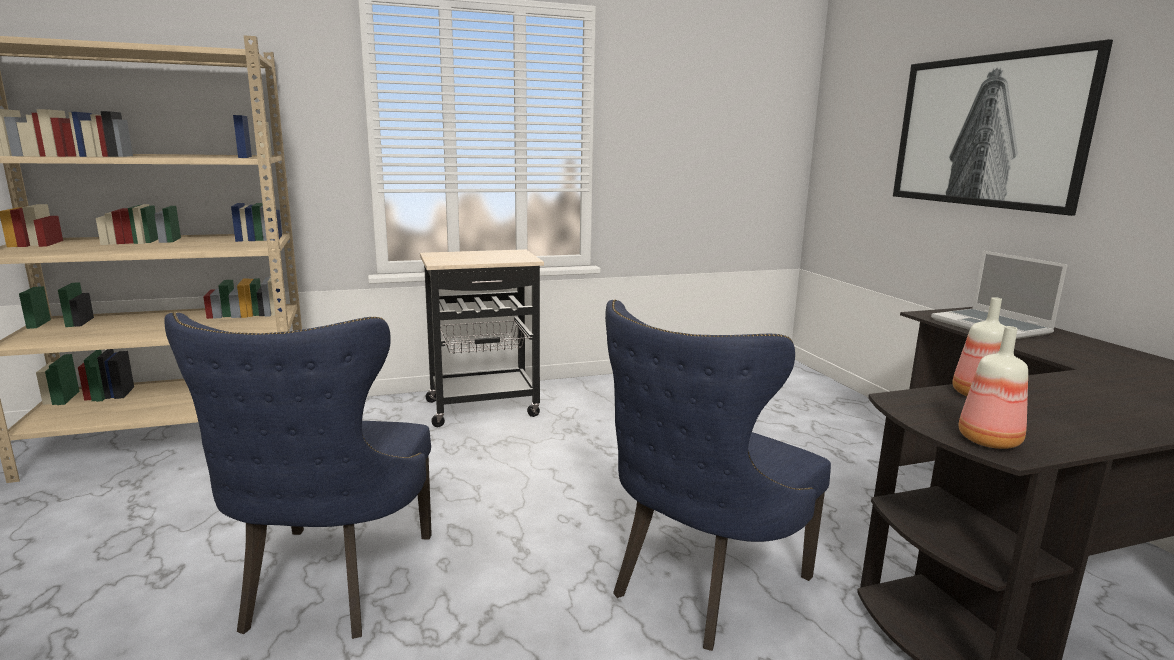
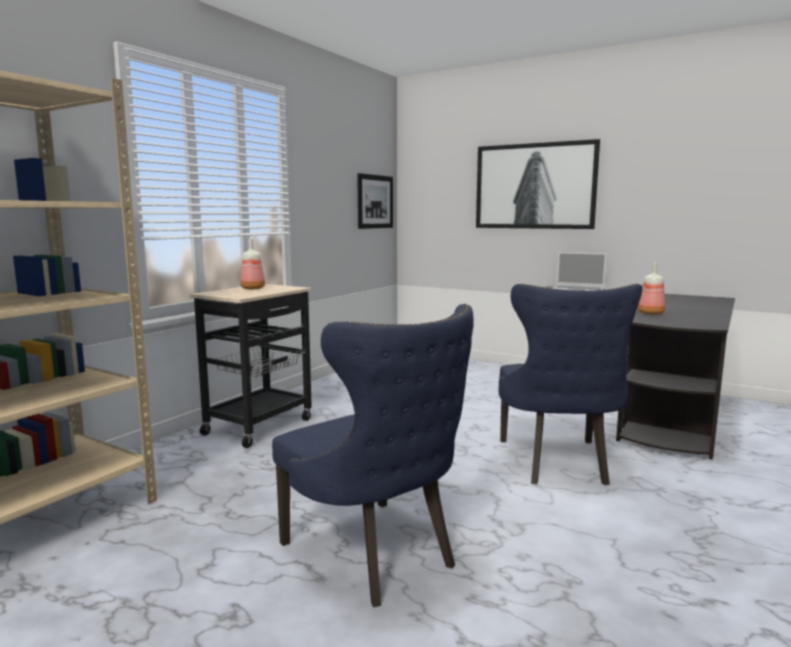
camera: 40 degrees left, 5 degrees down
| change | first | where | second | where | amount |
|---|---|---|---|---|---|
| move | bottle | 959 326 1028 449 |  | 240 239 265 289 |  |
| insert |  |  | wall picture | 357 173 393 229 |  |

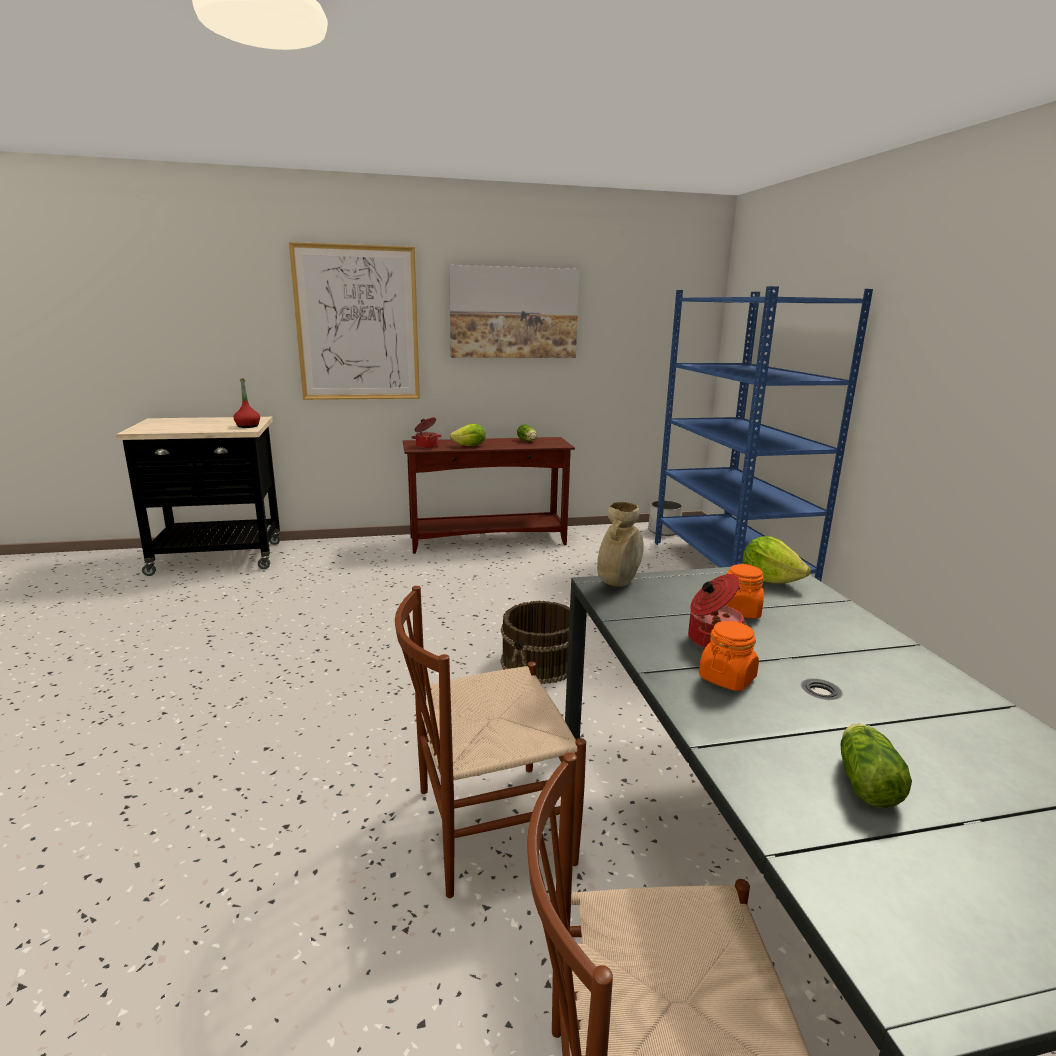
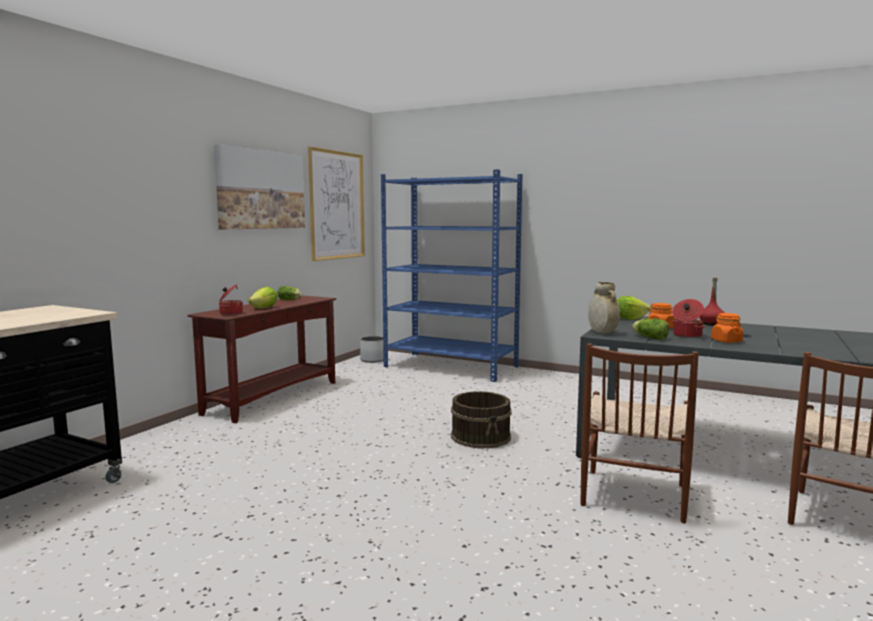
camera: 50 degrees left, 10 degrees down
| change | first | where | second | where | amount |
|---|---|---|---|---|---|
| move | wall picture | 289 242 420 400 |  | 308 147 365 261 |  |
| move | bottle (reddish) | 234 378 260 428 |  | 699 277 725 326 |  |
| move | lettuce | 841 724 912 808 |  | 632 318 669 340 |  |

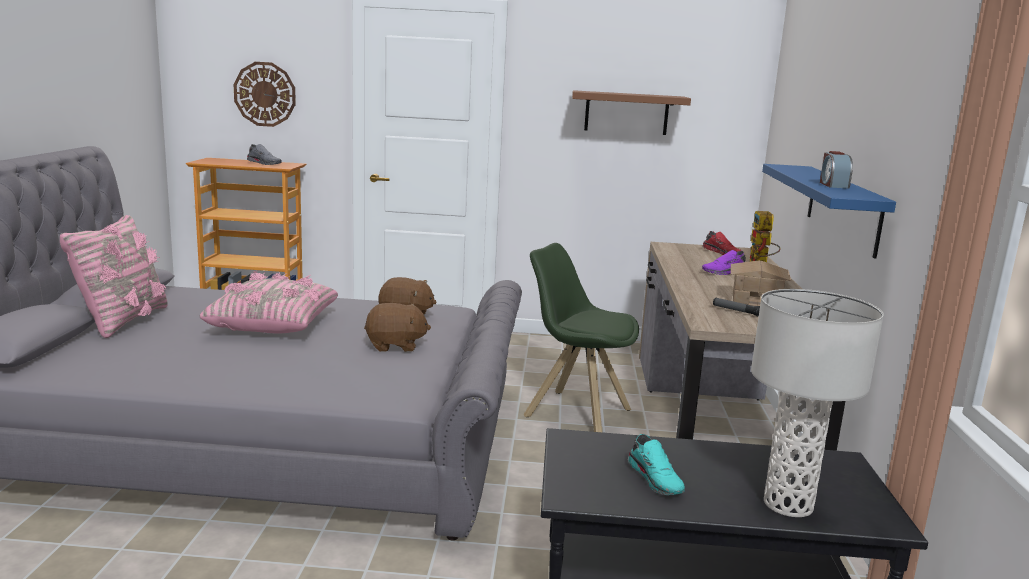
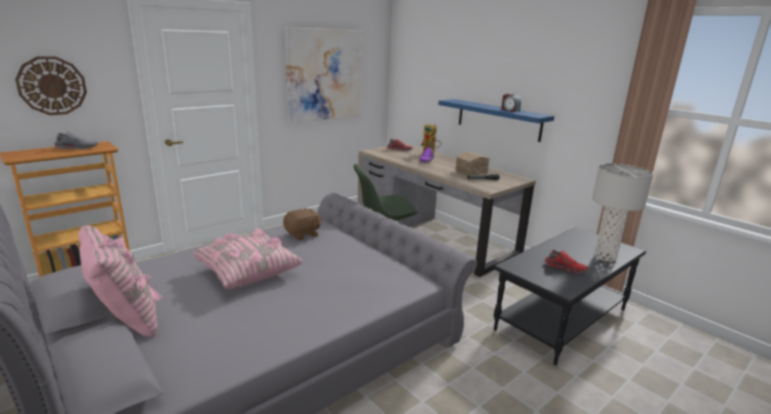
camera: 45 degrees left, 5 degrees up
| change | first | where | second | where | amount |
|---|---|---|---|---|---|
| replace | bracket shelf (brown-coloured) | 572 90 691 135 | wall picture | 285 27 362 124 |  |
| delete | plush toy (brown-coloured) | 364 303 431 352 |  |  |  |
| recolor | low shoe (turquoise-coloured) | 628 434 685 495 | low shoe (reddish) | 544 250 588 273 |  |

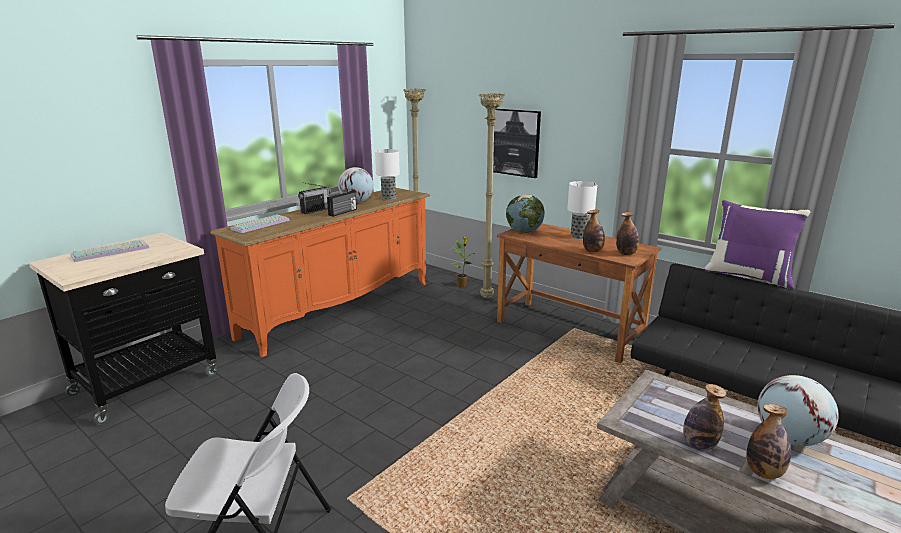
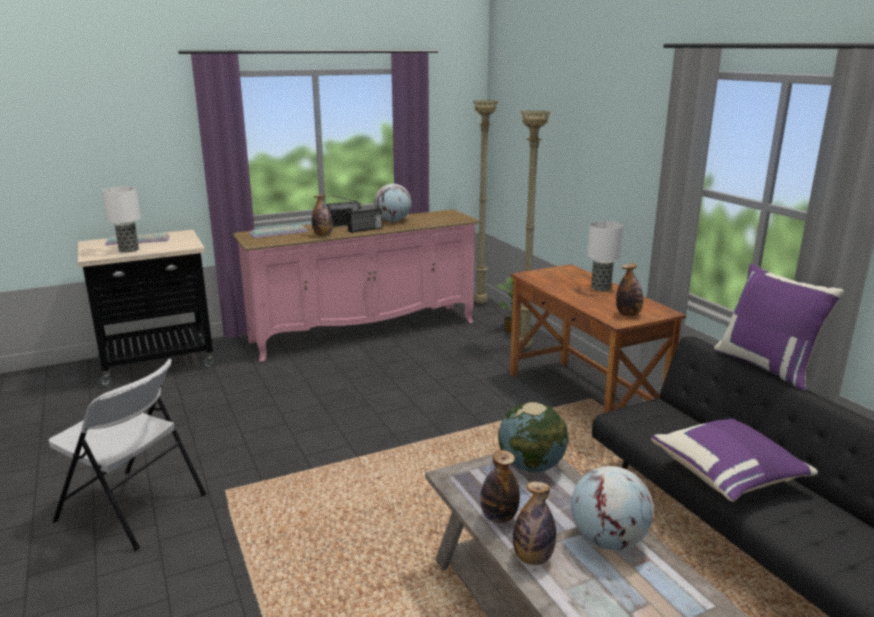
camera: 25 degrees right, 0 degrees up
| change | first | where | second | where | amount |
|---|---|---|---|---|---|
| delete | wall picture | 493 109 541 178 |  |  |  |
| move | tabletop lamp | 375 149 400 200 |  | 102 186 141 253 |  |
| recolor | cabinet (orangey) | 210 188 431 357 | cabinet (pinkish) | 233 209 481 361 |  |
| move | world globe | 506 194 545 233 |  | 498 402 568 473 |  |
| move | bottle | 583 210 605 252 |  | 312 195 333 236 |  |
| insert |  |  | pillow (purplish) | 651 418 818 502 |  |

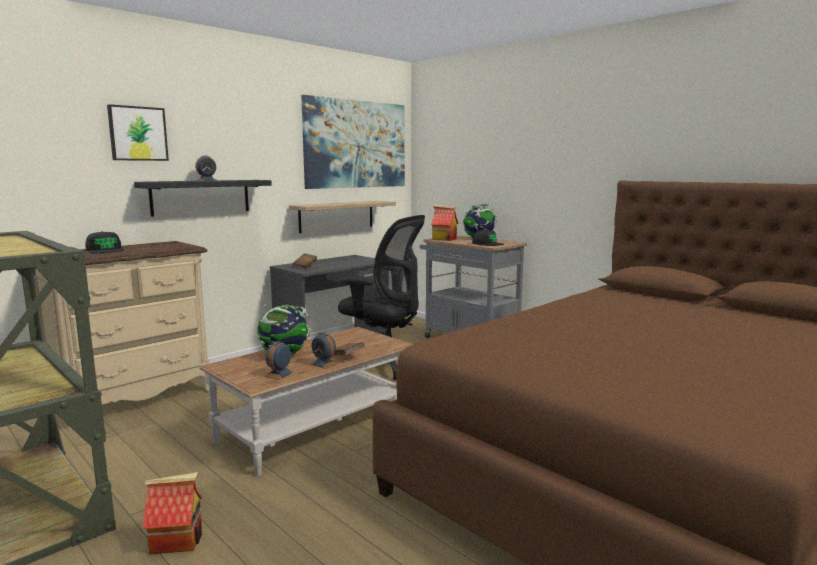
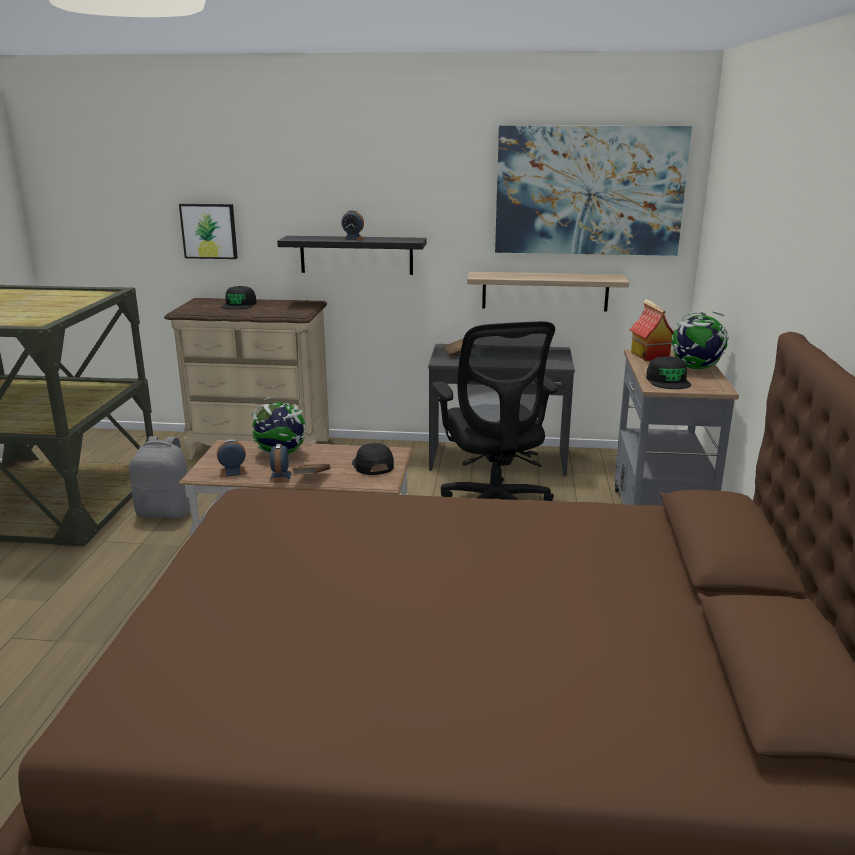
camera: 50 degrees right, 10 degrees up
| change | first | where | second | where | amount |
|---|---|---|---|---|---|
| move | wall picture | 107 104 169 161 |  | 179 204 238 259 |  |
| delete | miniature house | 142 472 202 554 |  |  |  |
| insert |  |  | rucksack (greyish) | 129 436 191 518 |  |
| insert |  |  | baseball cap (blackish) | 352 443 394 475 |  |

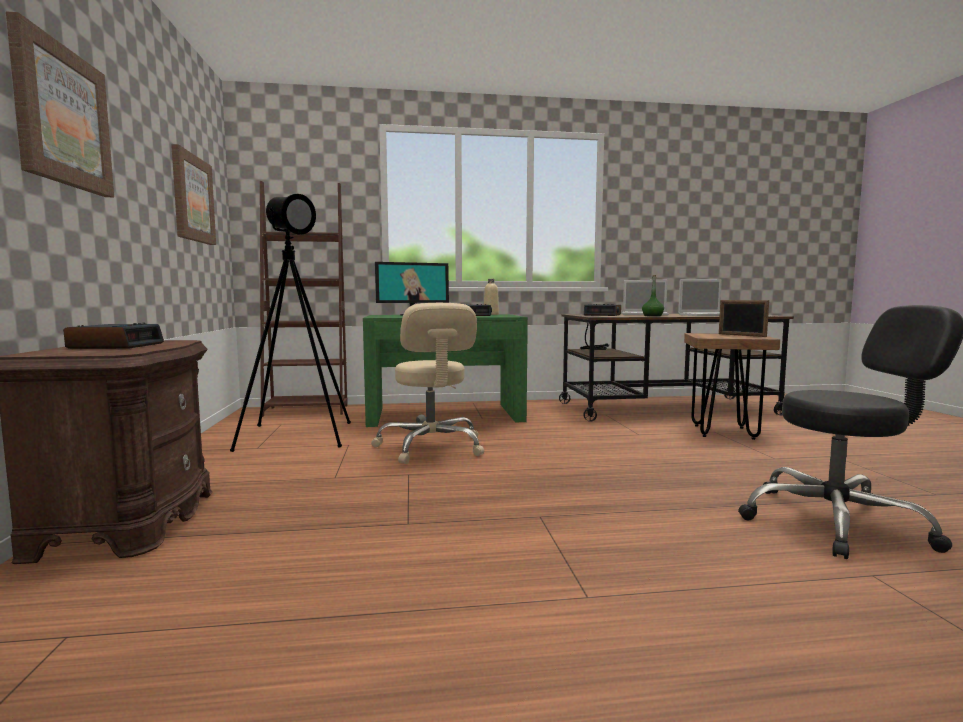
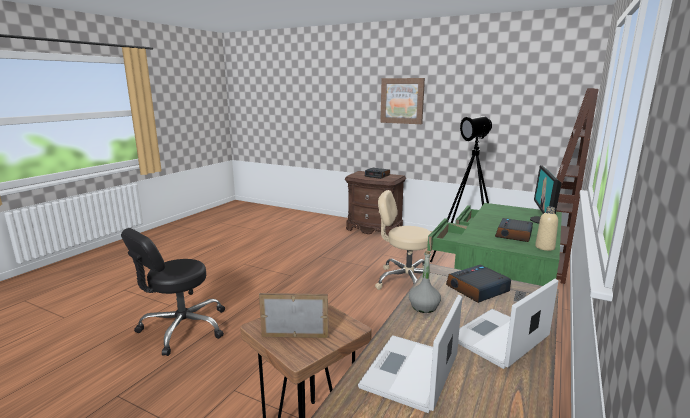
camera: 125 degrees right, 10 degrees up
| change | first | where | second | where | amount |
|---|---|---|---|---|---|
| delete | wall picture | 171 144 216 245 |  |  |  |
| recolor | bottle (greenish) | 642 275 664 316 | bottle (greyish) | 409 251 441 313 |  |

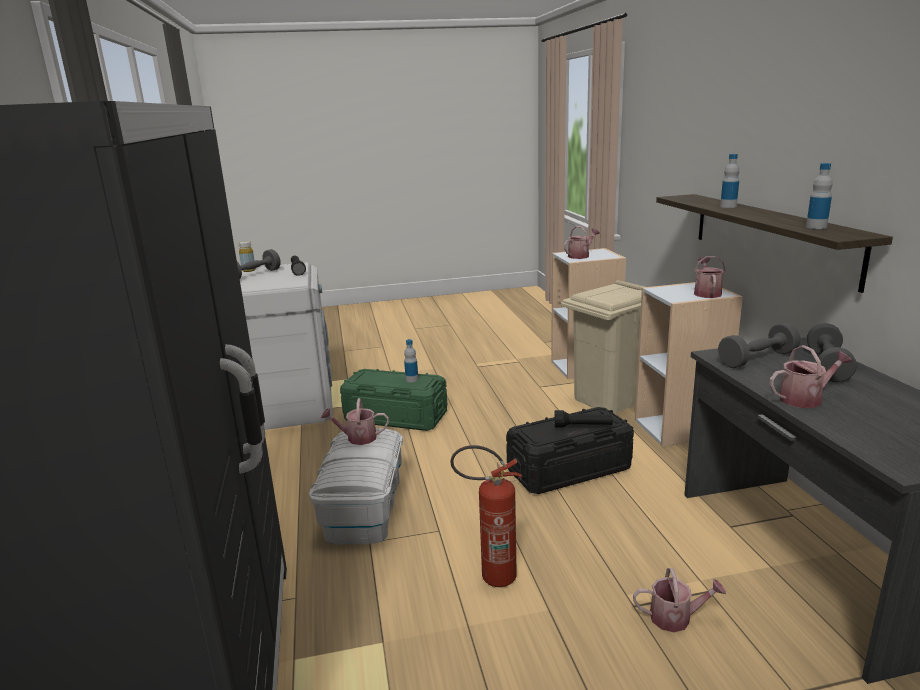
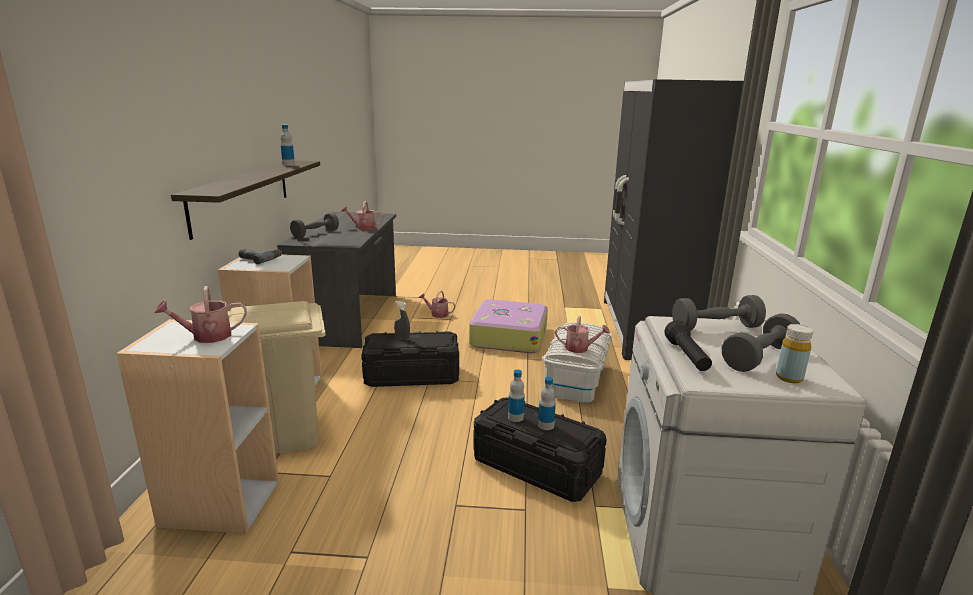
camera: 165 degrees left, 0 degrees up
| change | first | where | second | where | amount |
|---|---|---|---|---|---|
| move | bottle | 720 154 739 208 |  | 538 377 556 430 |  |
| replace | sprinkling can | 694 256 726 298 | power drill | 239 249 282 264 |  |
| move | hand weight (greyish) | 718 323 800 368 |  | 672 295 766 331 |  |
| recolor | storage container (greenish) | 340 369 447 431 | storage container (blackish) | 473 397 607 502 |  |
| replace | flashlight (blackish) | 554 410 613 428 | hand sprayer (greyish) | 394 301 410 340 |  |
| replace | fire extinguisher | 450 445 522 587 | piece of luggage | 469 299 548 353 |  |

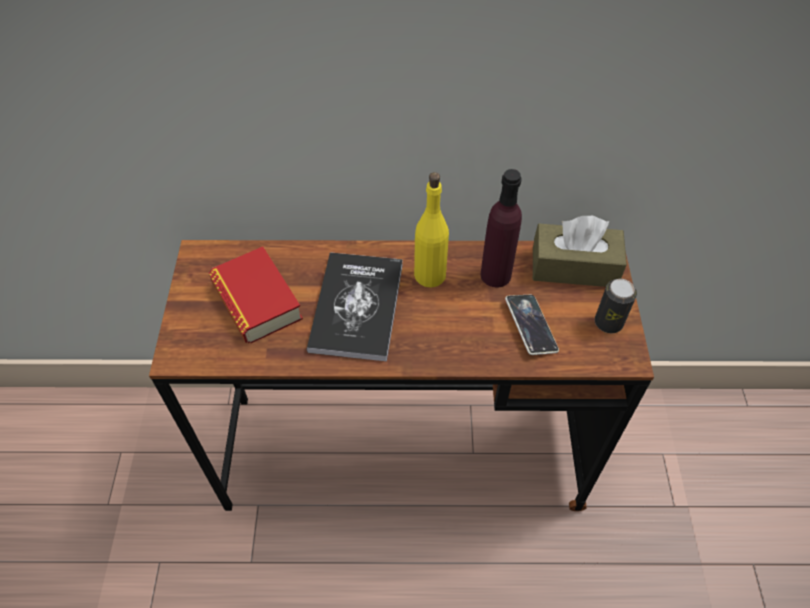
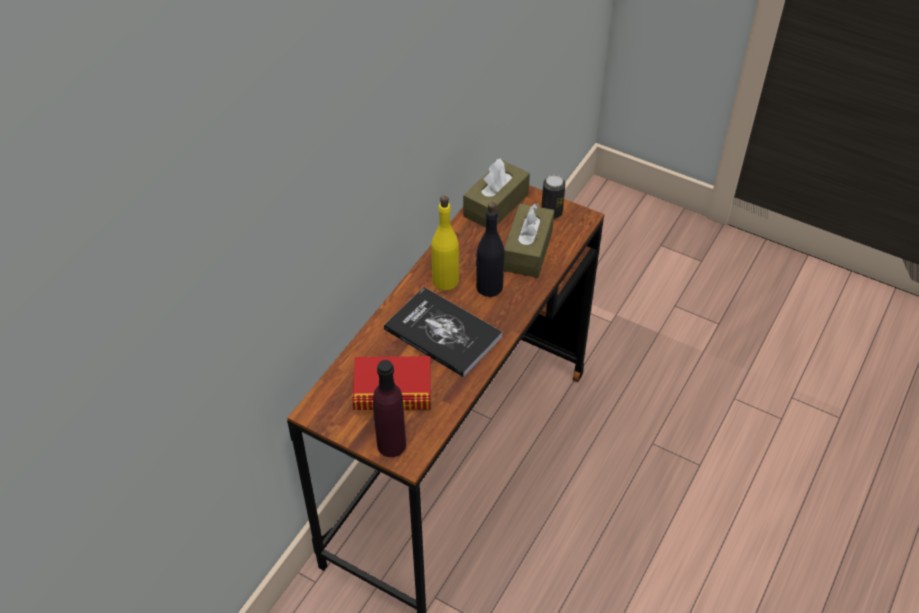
camera: 60 degrees left, 5 degrees down
| change | first | where | second | where | amount |
|---|---|---|---|---|---|
| move | bottle (purplish) | 481 169 522 287 |  | 373 360 406 457 |  |
| replace | phone | 505 295 559 355 | tissue box (brown-coloured) | 504 203 554 278 |  |
| insert |  |  | bottle (blackish) | 476 202 504 297 |  |

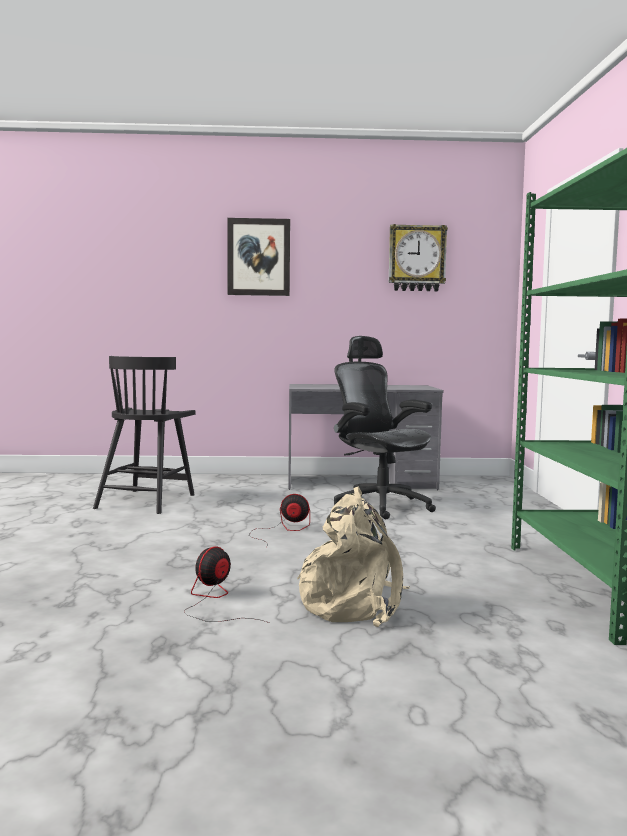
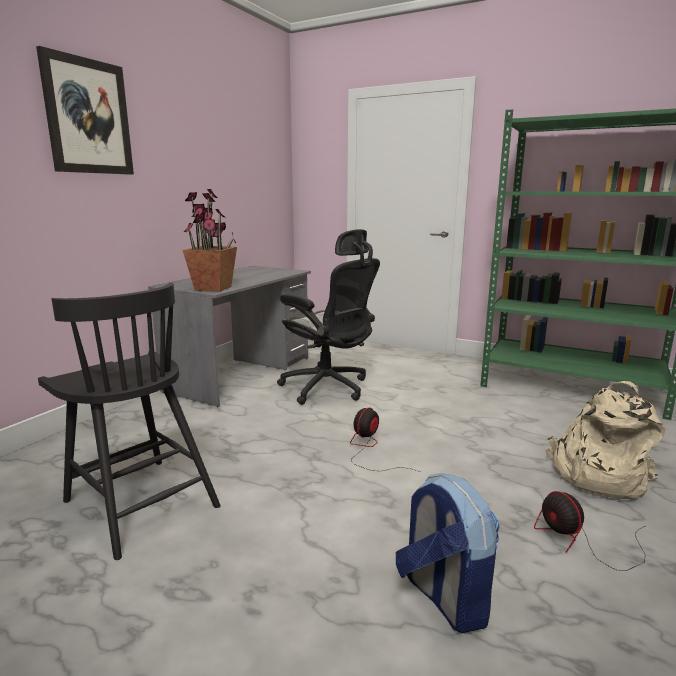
camera: 60 degrees left, 10 degrees up
| change | first | where | second | where | amount |
|---|---|---|---|---|---|
| delete | wall clock | 389 224 448 291 |  |  |  |
| rotate | office chair | 334 336 436 519 |  | 277 229 380 405 | 135 degrees counterclockwise |
| insert |  |  | potted plant | 183 189 237 292 |  |
| insert |  |  | rucksack | 396 473 500 633 |  |

